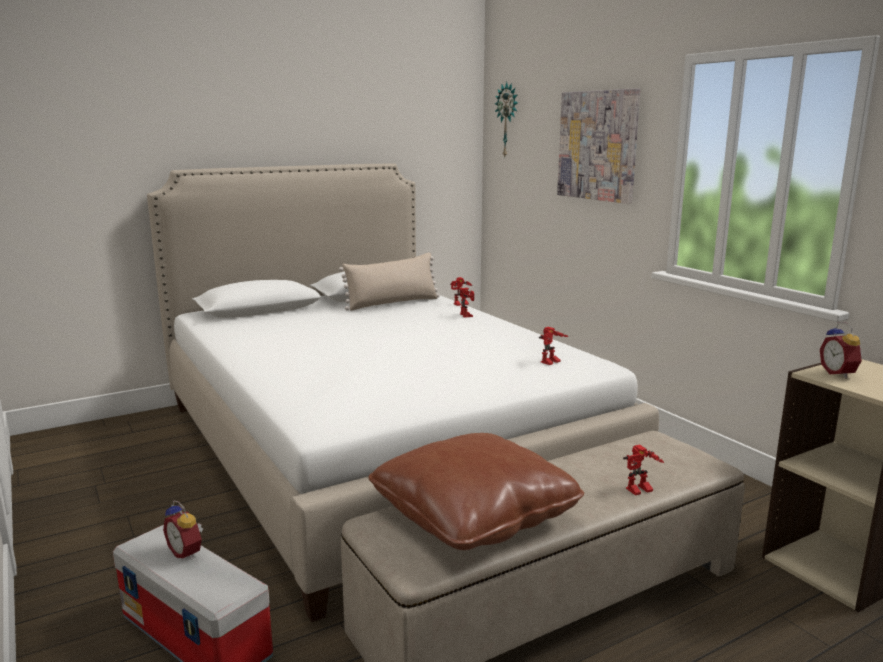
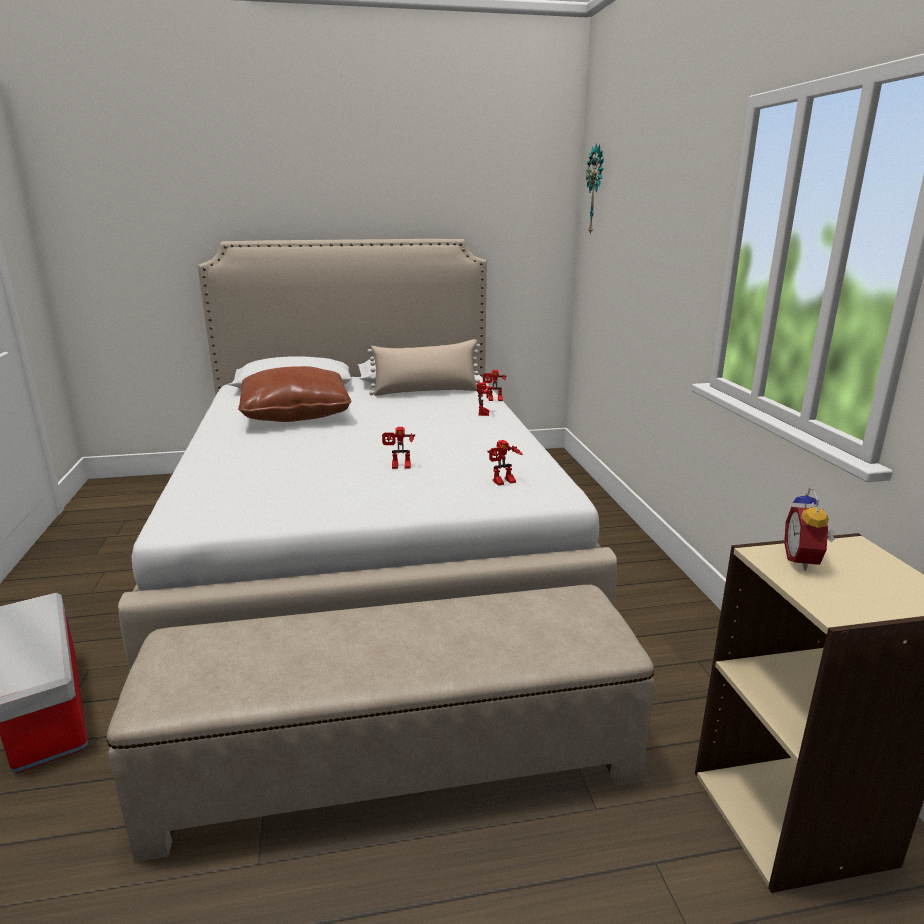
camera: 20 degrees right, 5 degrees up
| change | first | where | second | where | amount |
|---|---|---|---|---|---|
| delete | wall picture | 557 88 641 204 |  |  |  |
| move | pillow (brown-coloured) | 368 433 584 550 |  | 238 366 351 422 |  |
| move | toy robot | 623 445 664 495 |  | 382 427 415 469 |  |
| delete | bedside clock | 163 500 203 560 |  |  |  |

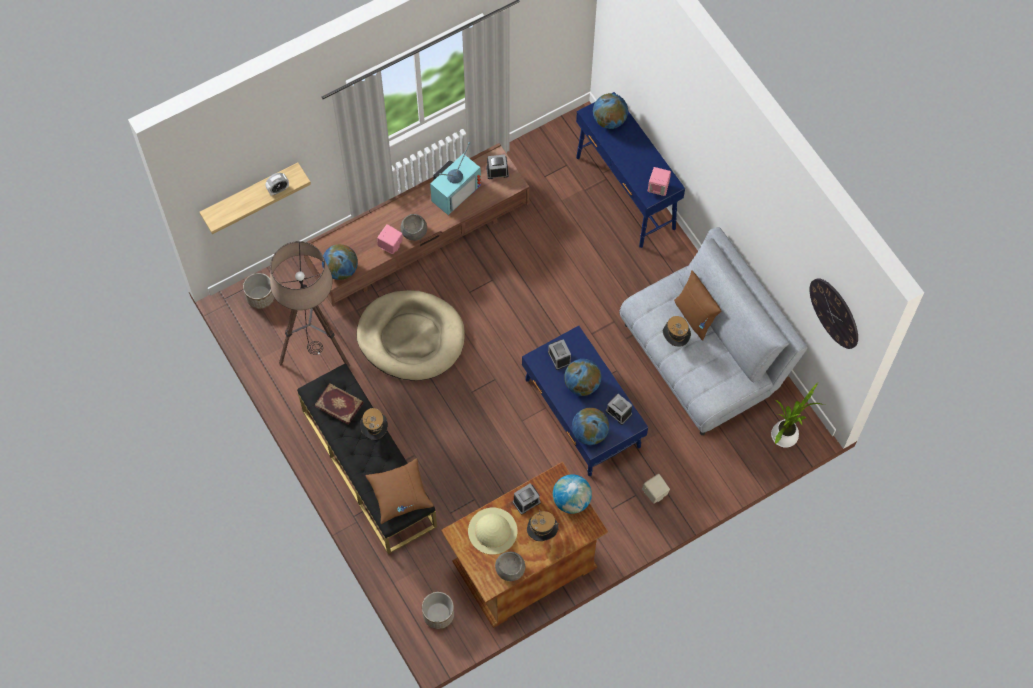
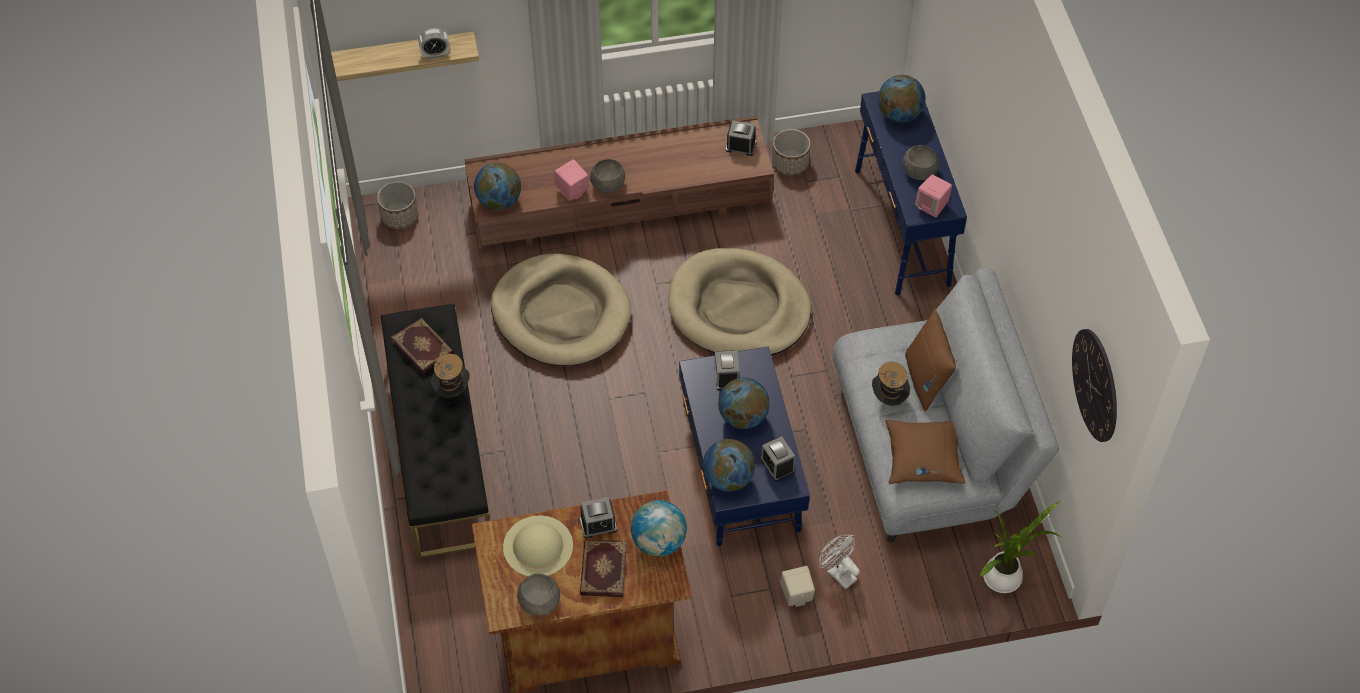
camera: 20 degrees right, 10 degrees down
| change | first | where | second | where | amount |
|---|---|---|---|---|---|
| delete | television | 430 142 481 215 |  |  |  |
| delete | standing lamp | 270 241 350 367 |  |  |  |
| move | pillow (brown-coloured) | 365 458 434 524 |  | 886 420 965 484 |  |
| replace | clothing hat | 527 510 559 541 | book | 580 539 627 597 |  |
| move | plant pot | 422 592 454 629 |  | 772 129 810 176 |  |
| insert |  |  | serving bowl (greyish) | 903 145 940 180 |  |
| insert |  |  | pet bed (beige) | 668 248 811 356 |  |
| insert |  |  | electric fan (white-coloured) | 819 535 860 589 |  |

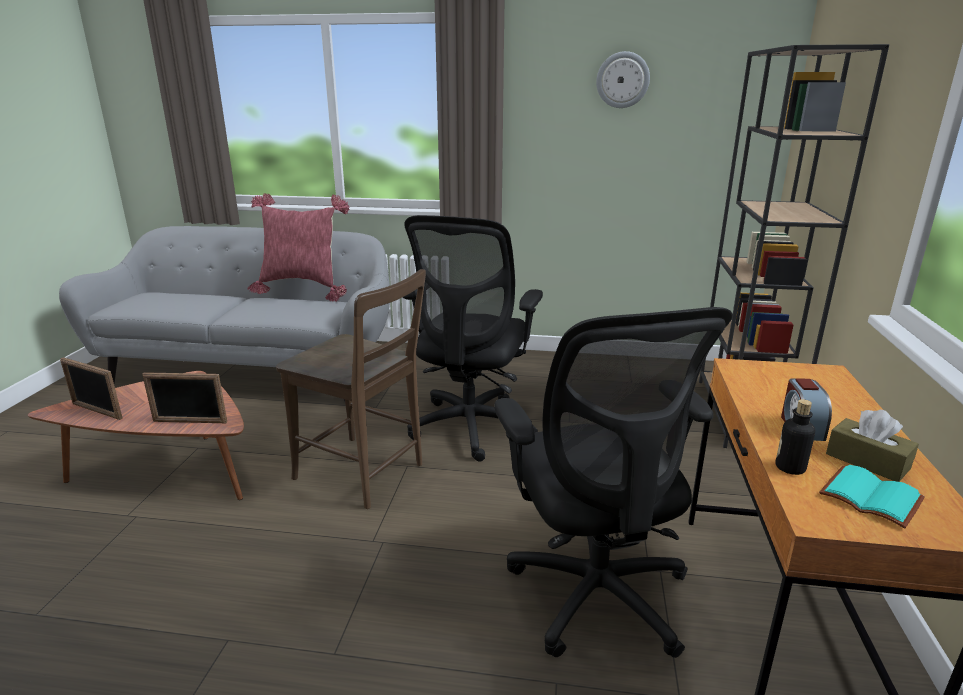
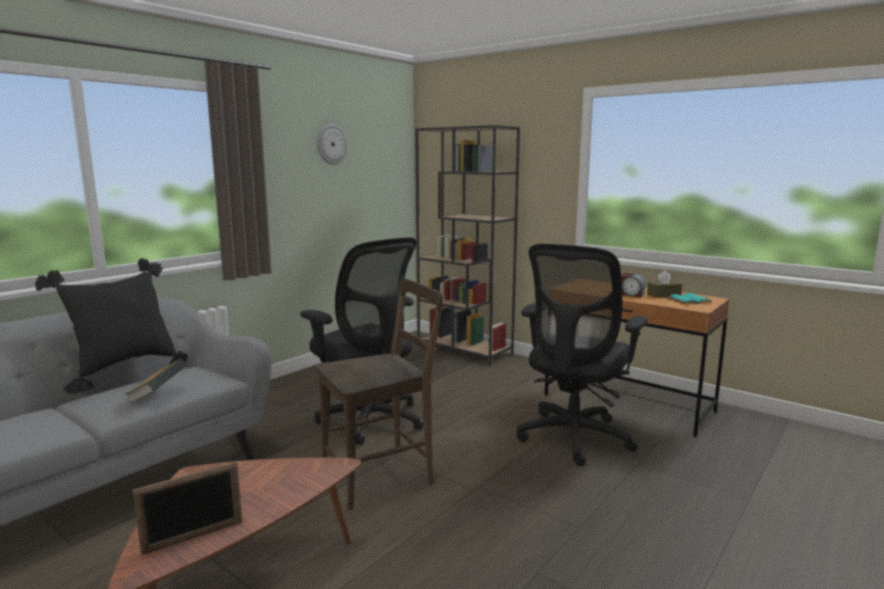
camera: 60 degrees left, 10 degrees down
| change | first | where | second | where | amount |
|---|---|---|---|---|---|
| recolor | pillow (reddish) | 248 193 350 302 | pillow (blackish) | 35 258 189 394 |  |
| rotate | office chair (blackish) | 494 307 733 658 |  | 517 244 648 466 | 105 degrees clockwise |
| delete | photo frame | 142 372 227 423 |  |  |  |
| delete | bottle | 775 399 815 475 |  |  |  |
| insert |  |  | book | 124 359 187 403 |  |

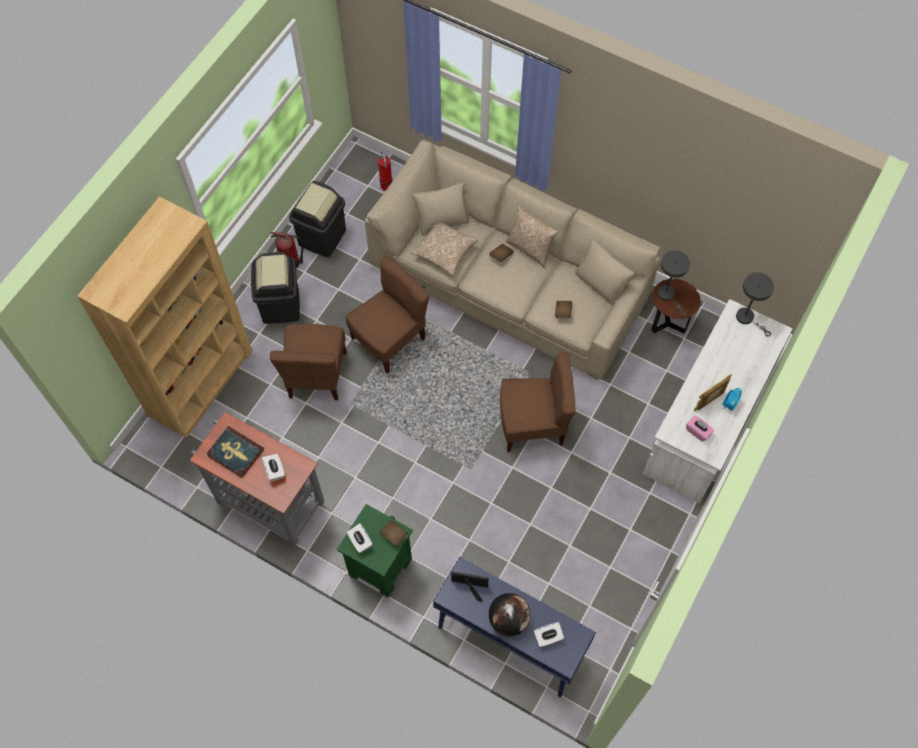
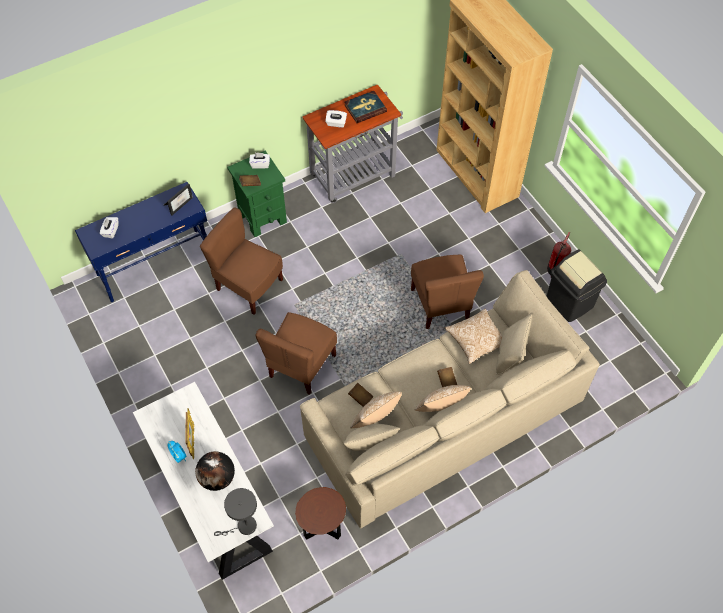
camera: 120 degrees right, 5 degrees down
| change | first | where | second | where | amount |
|---|---|---|---|---|---|
| delete | fire extinguisher | 378 152 392 191 |  |  |  |
| delete | tabletop lamp (greyish) | 658 250 690 316 |  |  |  |
| delete | trash can (blackish) | 251 252 300 324 |  |  |  |
| move | plain chair (brown-coloured) | 270 324 347 400 |  | 200 207 283 315 |  |
| delete | tissue box (pinkish) | 686 416 714 442 |  |  |  |
| move | world globe | 489 593 531 636 |  | 195 451 235 491 |  |
| insert |  |  | pillow | 350 391 402 428 |  |

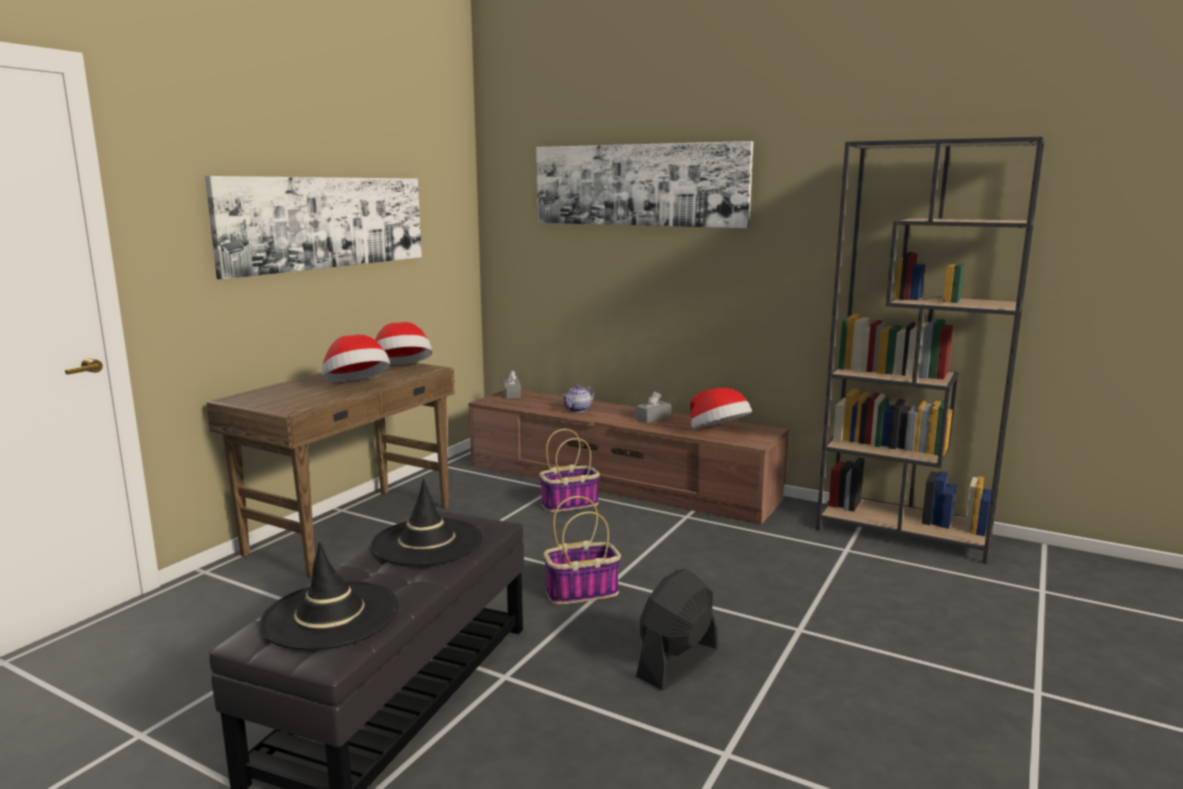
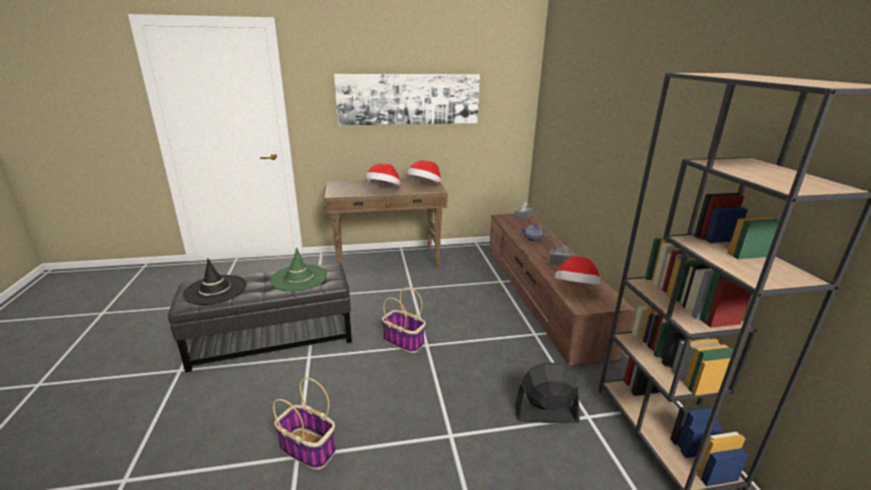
camera: 50 degrees right, 10 degrees up
| change | first | where | second | where | amount |
|---|---|---|---|---|---|
| delete | wall picture | 536 141 753 228 |  |  |  |
| move | basket | 539 429 600 512 |  | 273 378 336 470 |  |
| recolor | clothing hat (blackish) | 371 478 482 566 | clothing hat (greenish) | 270 247 327 291 |  |
| move | electric fan (blackish) | 636 569 718 690 |  | 515 363 579 423 |  |

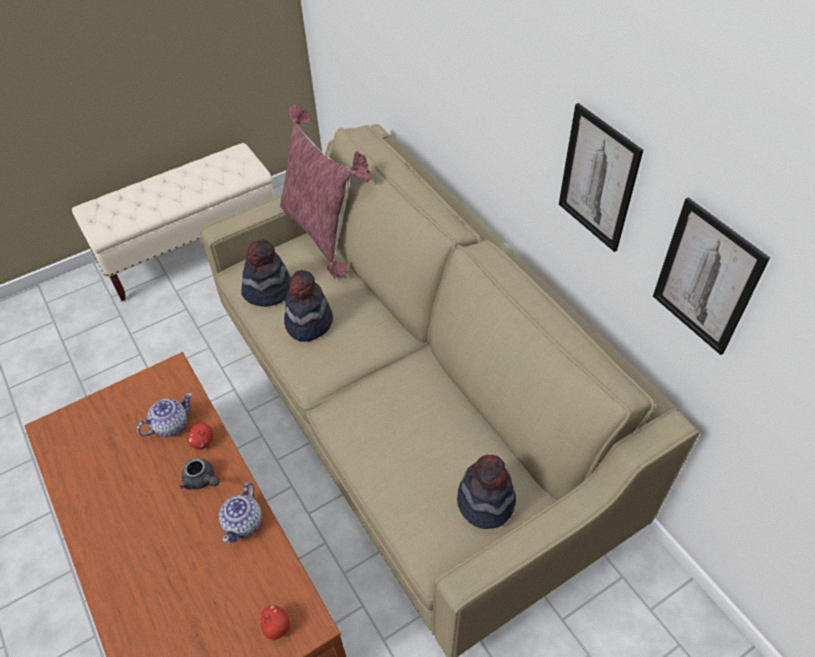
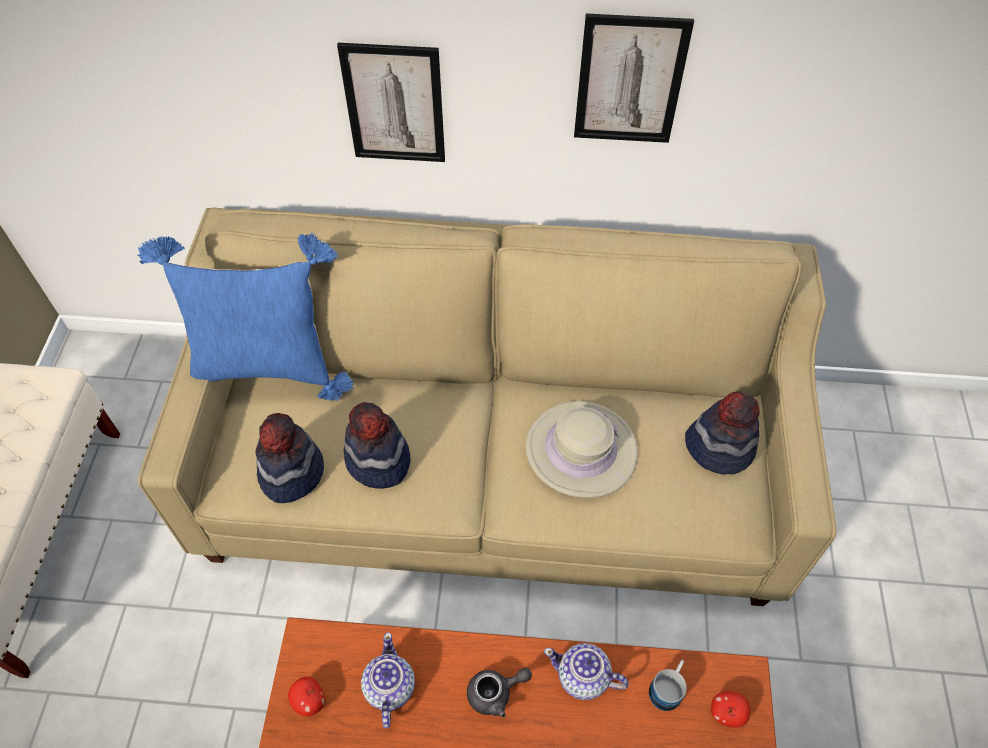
camera: 55 degrees left, 5 degrees up
| change | first | where | second | where | amount |
|---|---|---|---|---|---|
| recolor | pillow (reddish) | 280 105 371 279 | pillow (bluish) | 138 232 354 402 |  |
| move | wall picture | 653 197 770 355 |  | 337 43 445 162 |  |
| move | apple fruit | 187 423 213 450 |  | 288 677 325 716 |  |
| rotate | tea pot | 219 482 262 543 |  | 544 643 629 700 | 150 degrees clockwise |
| insert |  |  | clothing hat (beige) | 526 401 637 498 |  |
| insert |  |  | tea mug | 649 660 687 711 |  |

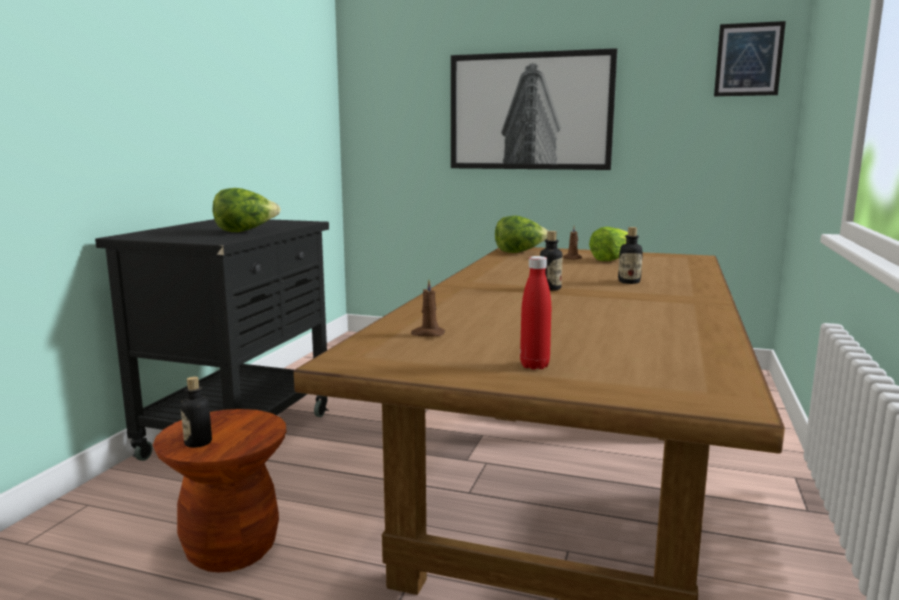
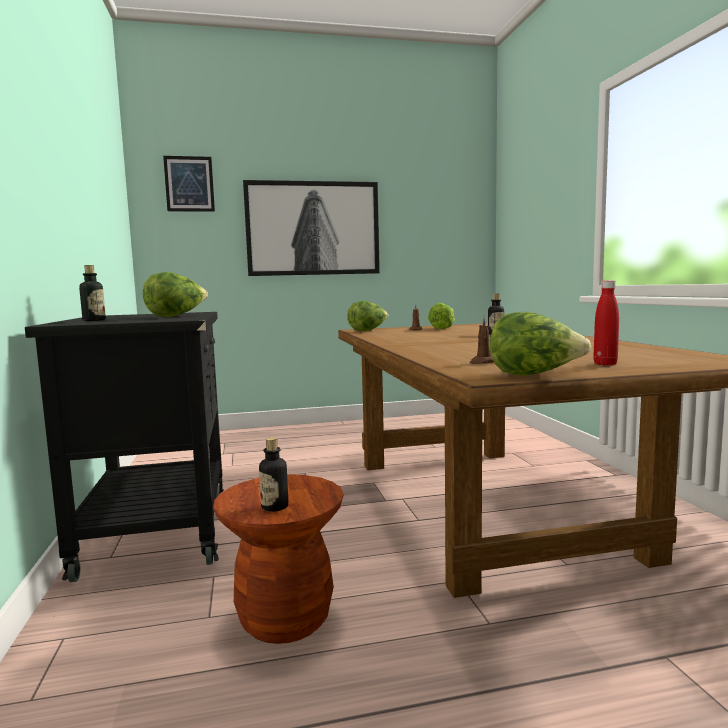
camera: 30 degrees left, 5 degrees down
| change | first | where | second | where | amount |
|---|---|---|---|---|---|
| move | wall picture | 714 21 786 96 |  | 163 156 215 212 |  |
| move | bottle | 540 231 563 291 |  | 79 265 106 321 |  |
| insert |  |  | lettuce | 490 312 591 376 |  |

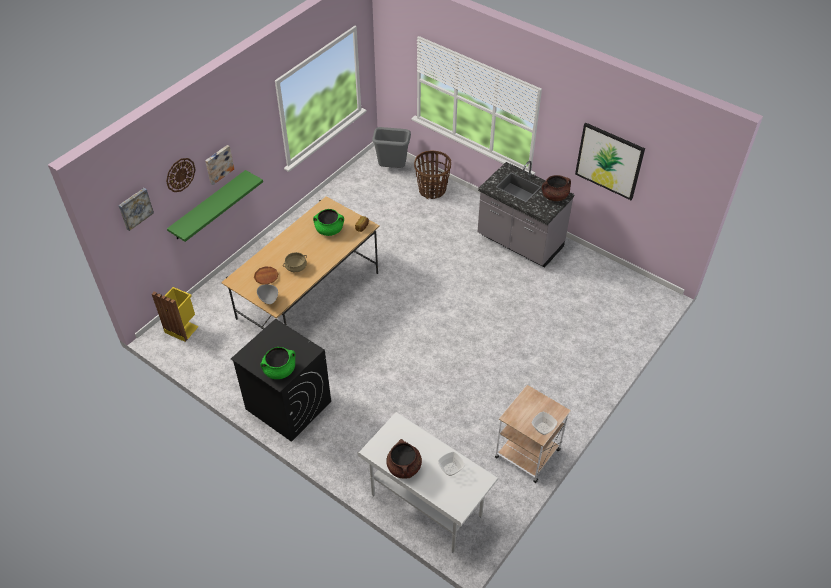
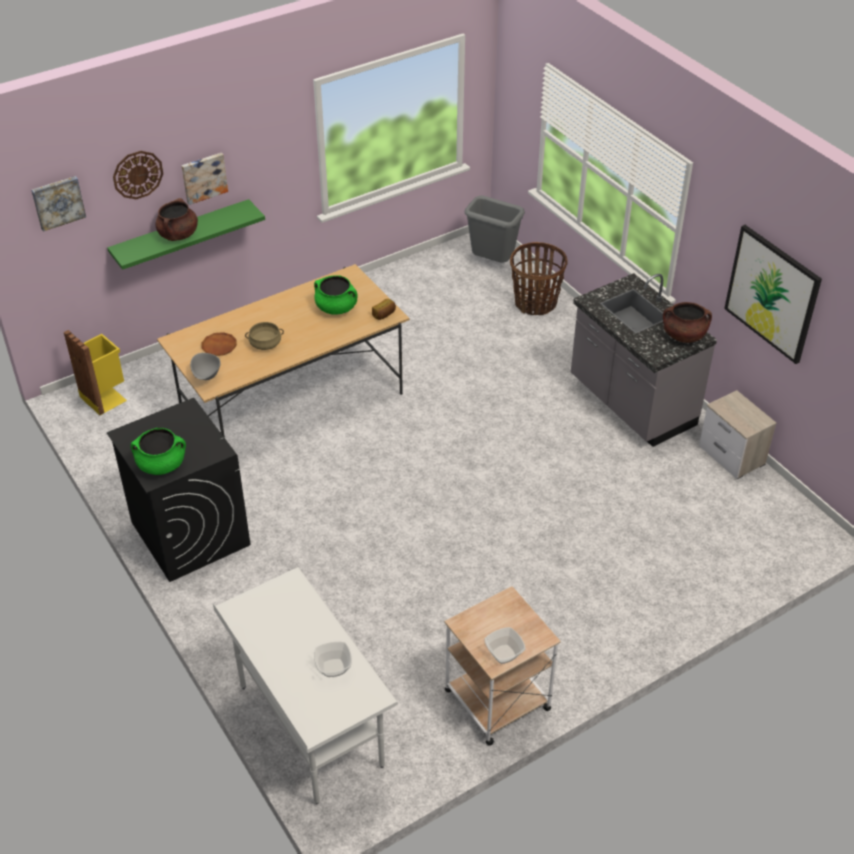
camera: 20 degrees right, 5 degrees down
| change | first | where | second | where | amount |
|---|---|---|---|---|---|
| move | cooking pot (brown-coloured) | 386 439 422 478 |  | 156 198 198 241 |  |
| insert |  |  | night table | 699 390 777 479 |  |

